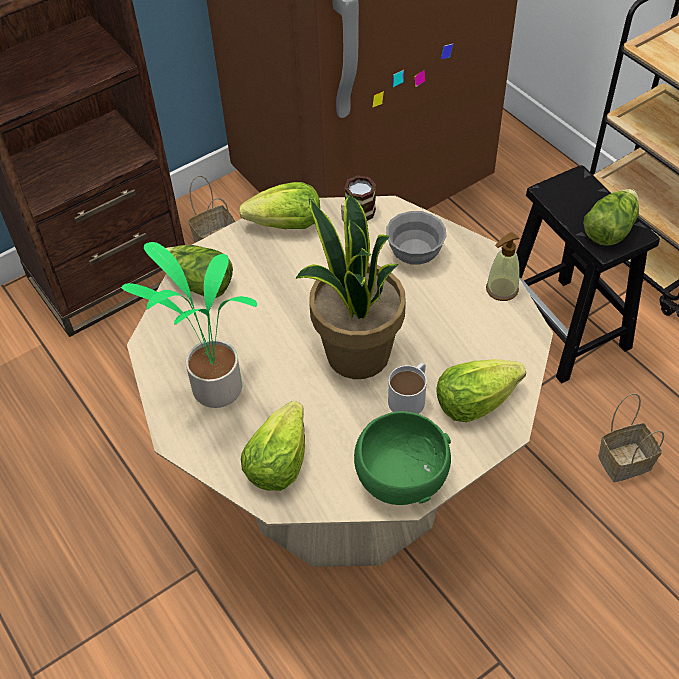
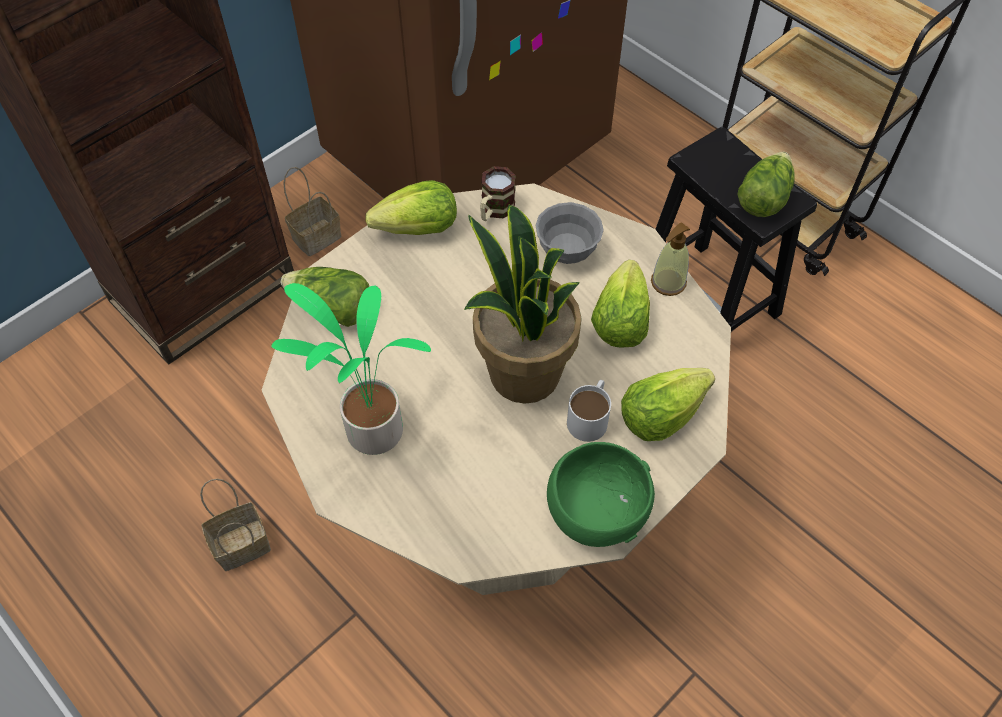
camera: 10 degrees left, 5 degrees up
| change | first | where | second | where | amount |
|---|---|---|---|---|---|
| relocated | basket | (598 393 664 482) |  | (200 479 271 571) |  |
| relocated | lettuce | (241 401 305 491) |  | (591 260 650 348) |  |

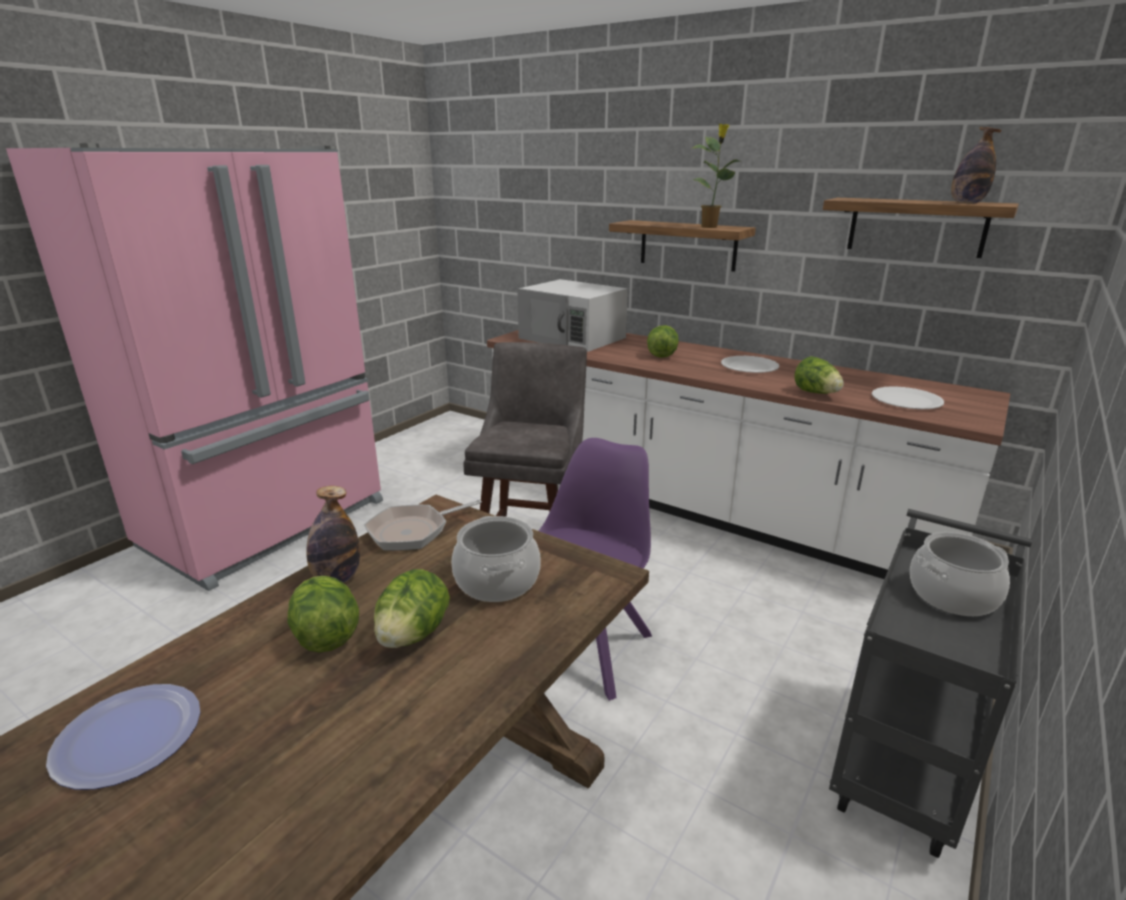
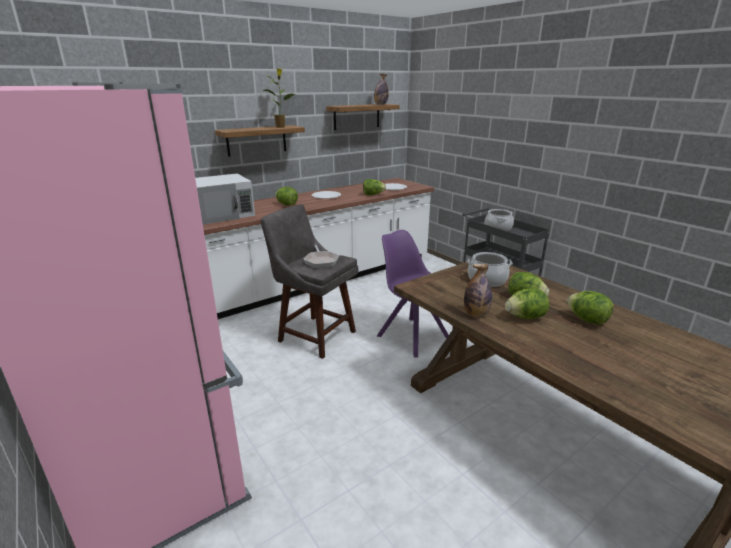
camera: 70 degrees left, 0 degrees up
| change | first | where | second | where | amount |
|---|---|---|---|---|---|
| relocated | frying pan | (364 500 482 551) |  | (304 245 339 268) |  |
| appeared |  |  | lettuce | (567 291 613 325) |  |
| missing | plate | (46 684 200 790) |  |  |  |

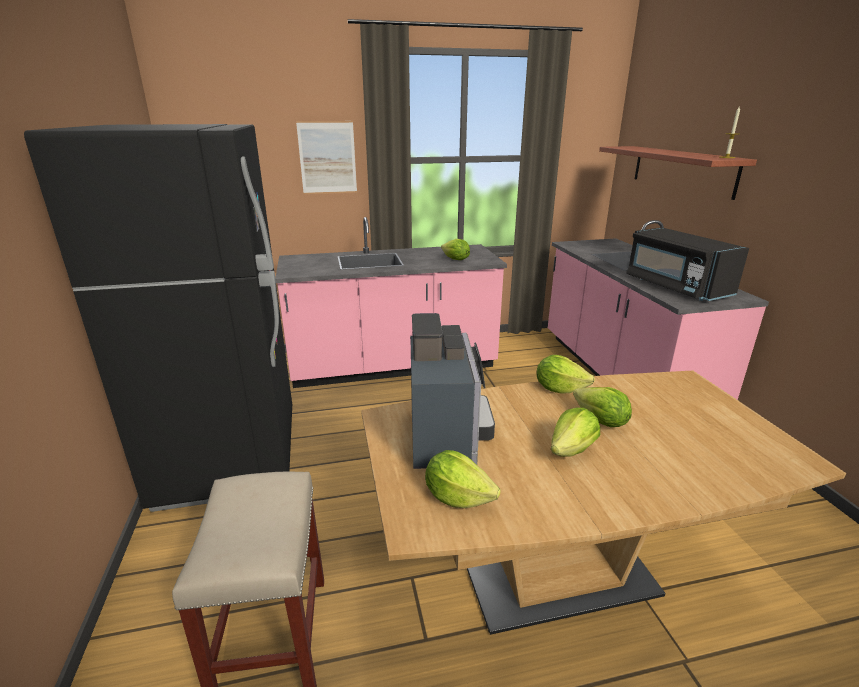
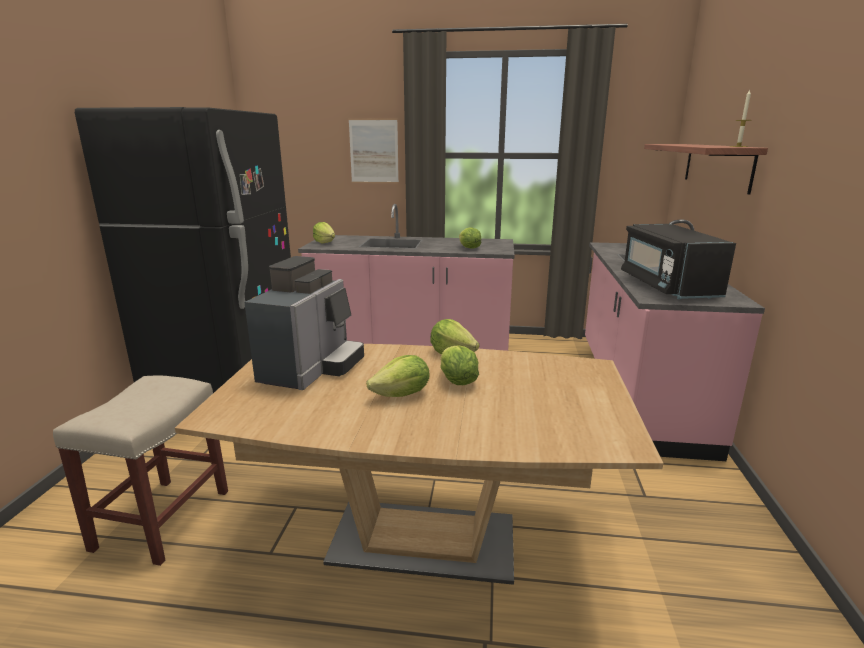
camera: 20 degrees right, 5 degrees down
| change | first | where | second | where | amount |
|---|---|---|---|---|---|
| relocated | lettuce | (425 450 501 508) |  | (313 222 335 243) |  |

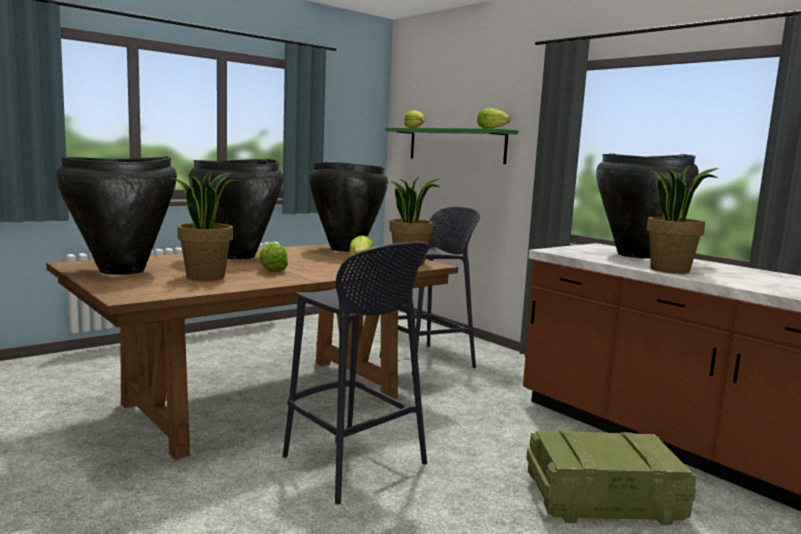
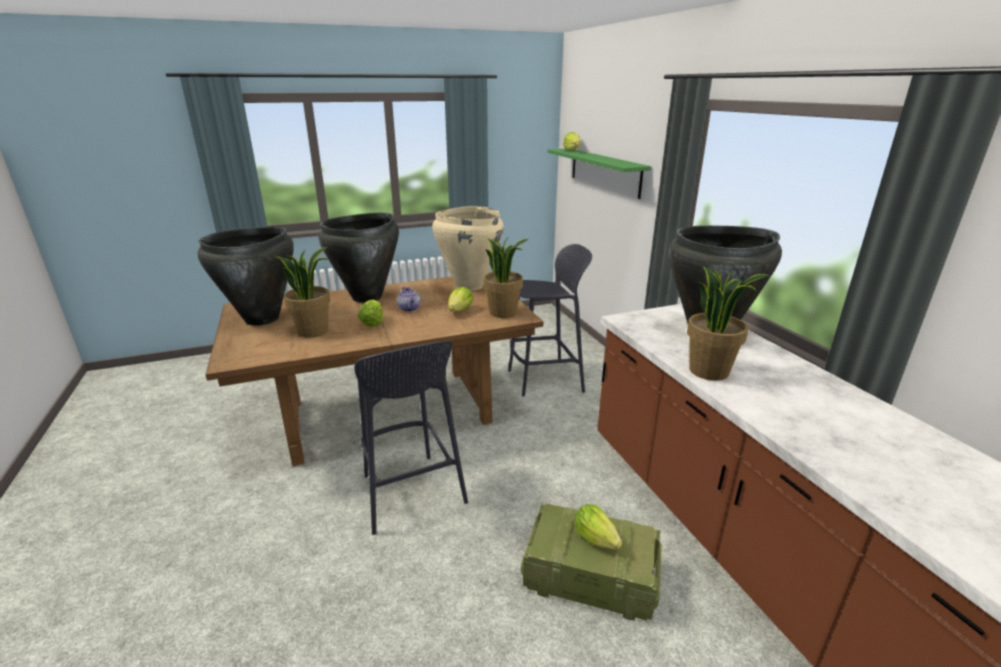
camera: 20 degrees right, 15 degrees up
| change | first | where | second | where | amount |
|---|---|---|---|---|---|
| appeared |  |  | teapot | (397 287 421 312) |  |
| colour | black vase | (309 162 388 252) | beige vase | (432 206 504 291) |  |
| relocated | lettuce | (477 108 510 128) |  | (574 504 622 550) |  |

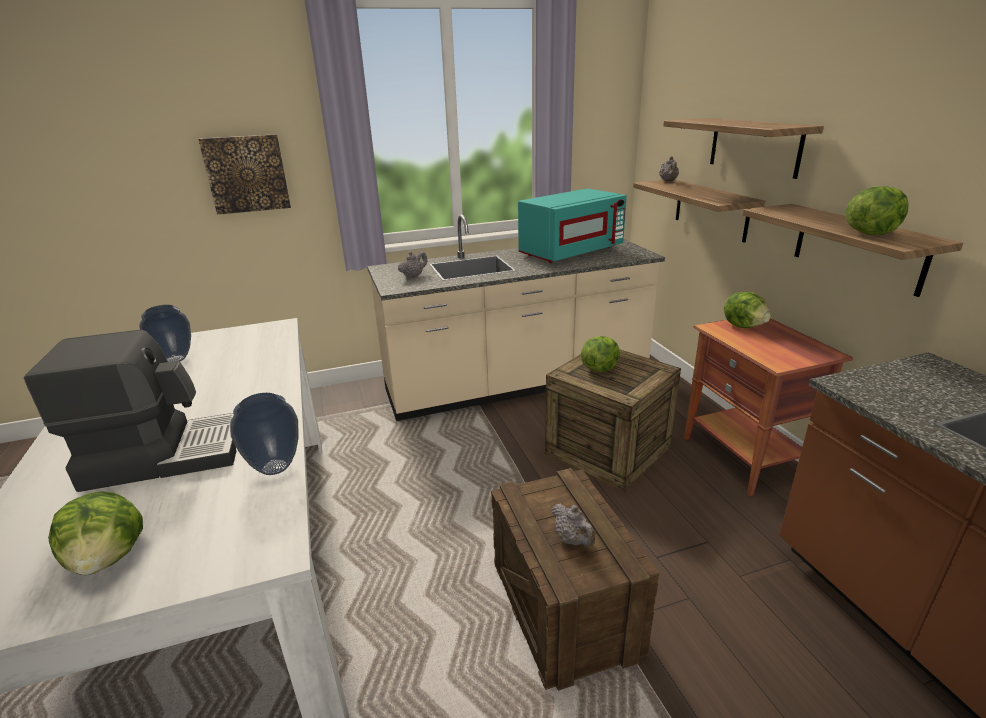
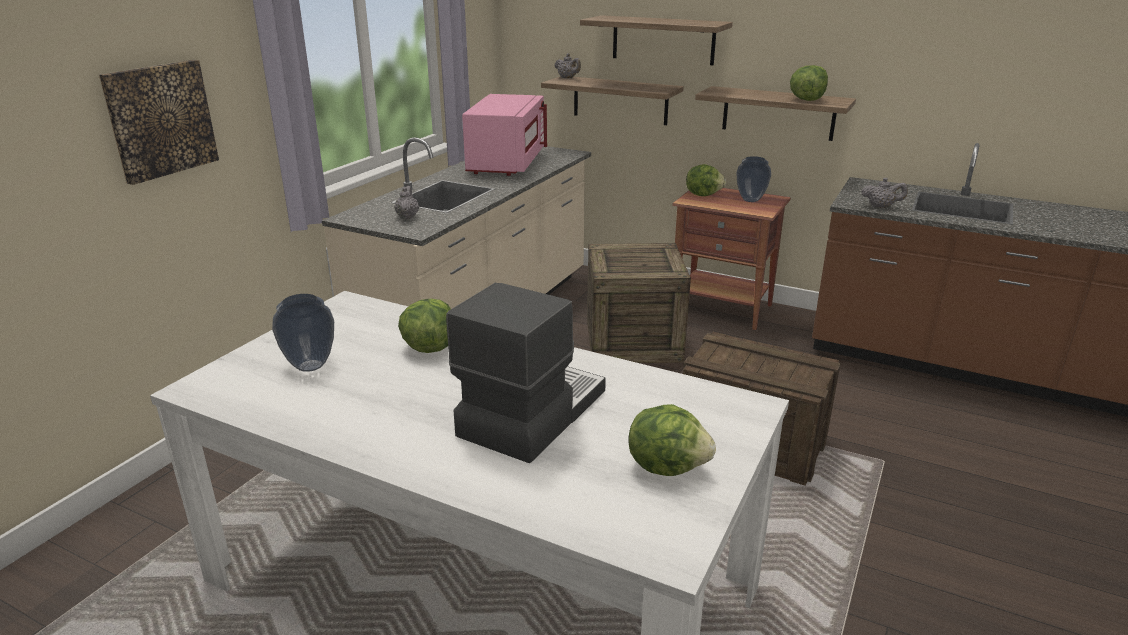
camera: 45 degrees left, 0 degrees up
| change | first | where | second | where | amount |
|---|---|---|---|---|---|
| relocated | lettuce | (581 336 620 372) |  | (398 298 451 353) |  |
| colour | turquoise microwave | (518 189 627 263) | pink microwave | (462 94 547 176) |  |
| relocated | vase | (230 393 299 475) |  | (736 156 771 202) |  |
| relocated | grey teapot | (552 504 595 547) |  | (861 178 908 208) |  |

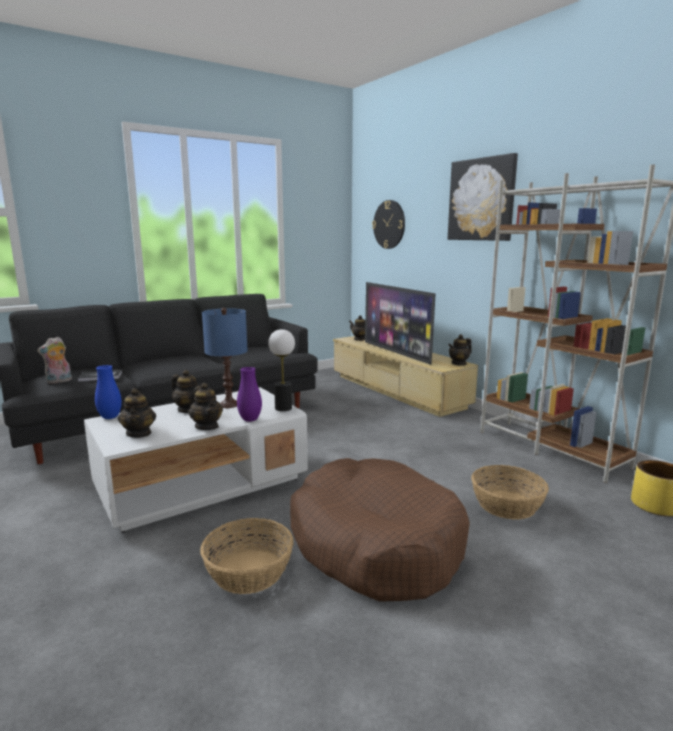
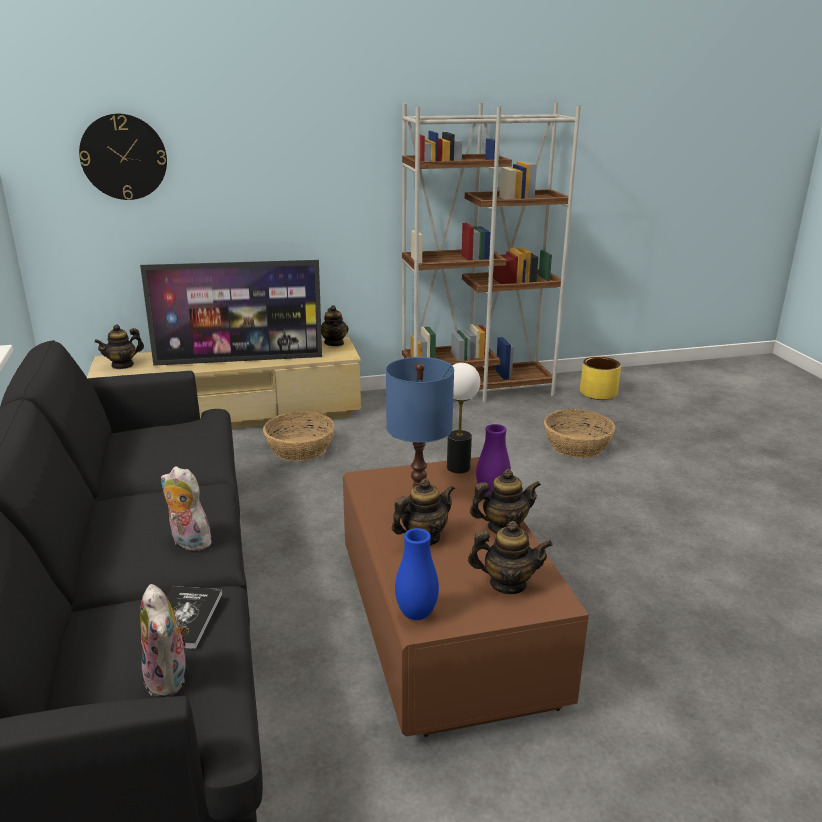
camera: 70 degrees left, 10 degrees up
| change | first | where | second | where | amount |
|---|---|---|---|---|---|
| appeared |  |  | plush toy | (161 466 213 551) |  |
| relocated | basket | (200 518 293 594) |  | (263 411 335 461) |  |
| colour | white coffee table | (84 387 308 533) | brown coffee table | (343 457 589 737) |  |
| missing | brown dog bed | (290 458 470 602) |  |  |  |
| missing | picture | (448 153 518 241) |  |  |  |

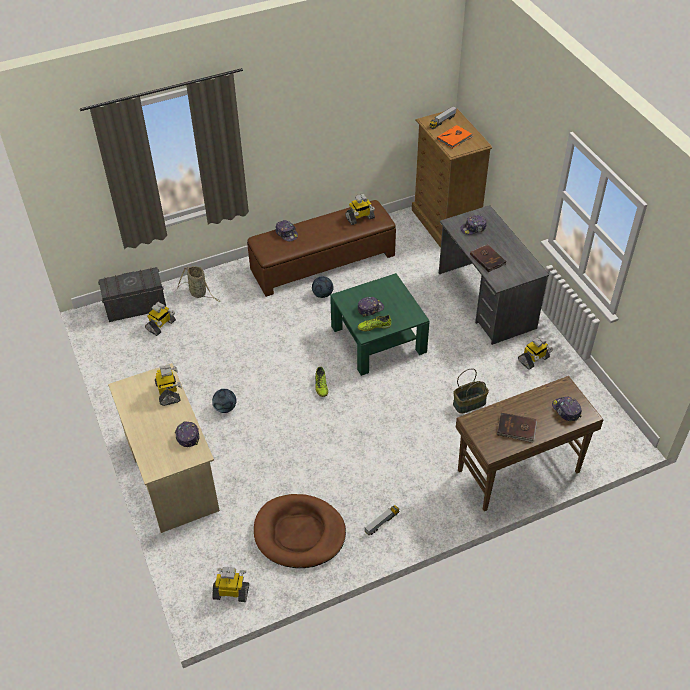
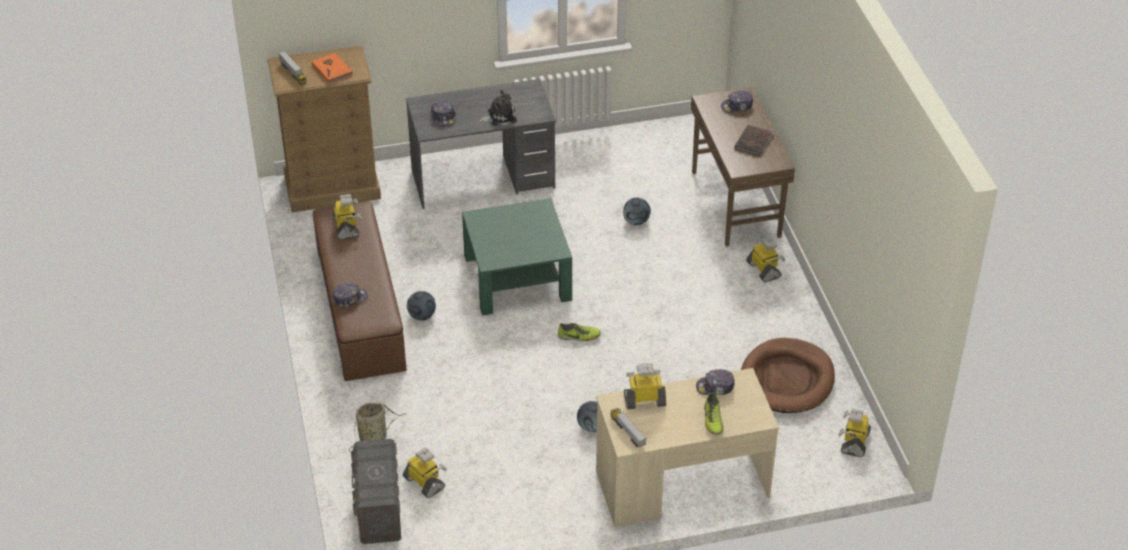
camera: 80 degrees left, 5 degrees down
| change | first | where | second | where | amount |
|---|---|---|---|---|---|
| exchanged | brown book | (470 244 506 272) | plush toy | (478 90 517 125) |  |
| relocated | toy truck | (365 505 399 535) |  | (610 408 646 447) |  |
| exchanged | basket | (453 368 489 414) | football | (623 198 651 225) |  |
| relocated | shoe | (358 315 391 331) |  | (704 393 723 435) |  |
| relocated | toy robot | (518 336 553 370) |  | (746 237 786 283) |  |
| missing | cap | (358 297 384 317) |  |  |  |

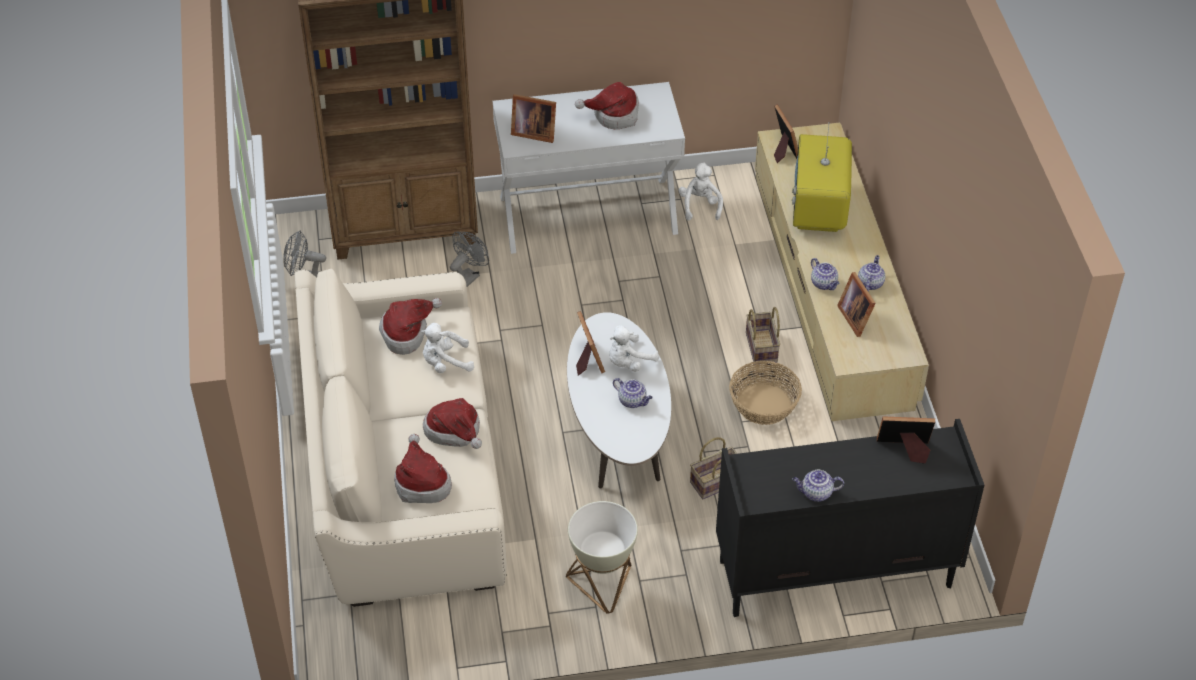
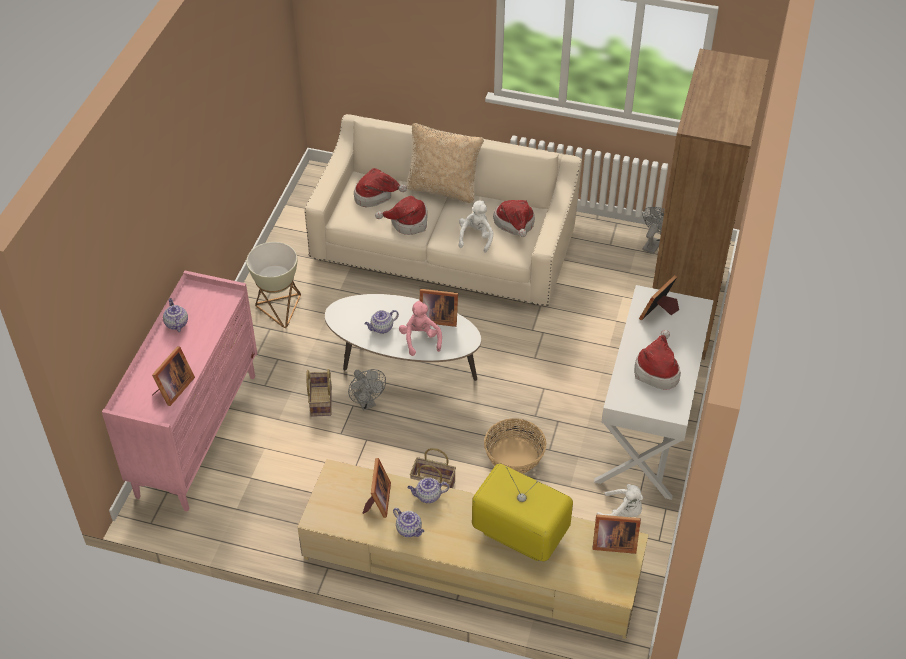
camera: 115 degrees right, 0 degrees up
| change | first | where | second | where | amount |
|---|---|---|---|---|---|
| colour | black cabinet | (716 419 984 617) | pink cabinet | (102 270 257 512) |  |
| spun | teapot | (792 470 844 502) |  | (163 298 188 332) | 45 degrees counterclockwise |
| relocated | grey fan | (450 232 489 287) |  | (348 369 386 411) |  |
| spun | picture frame | (837 272 876 337) |  | (362 458 391 518) | 90 degrees clockwise |
| colour | white plush toy | (609 325 659 372) | pink plush toy | (399 300 442 356) |  |
| appeared |  |  | beige pillow | (407 122 484 203) |  |
| relocated | basket | (729 361 802 425) |  | (484 418 546 474) |  |

